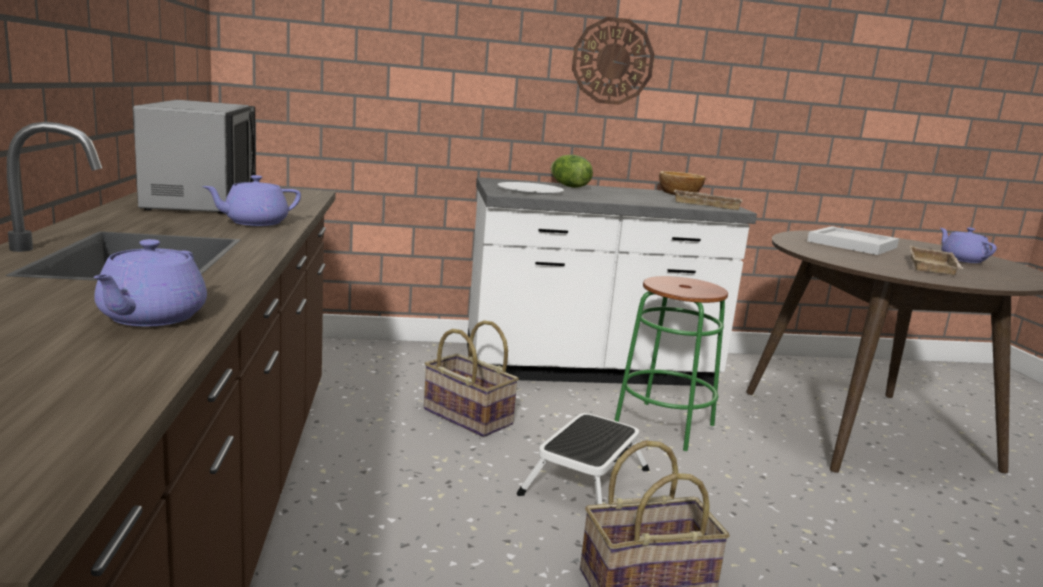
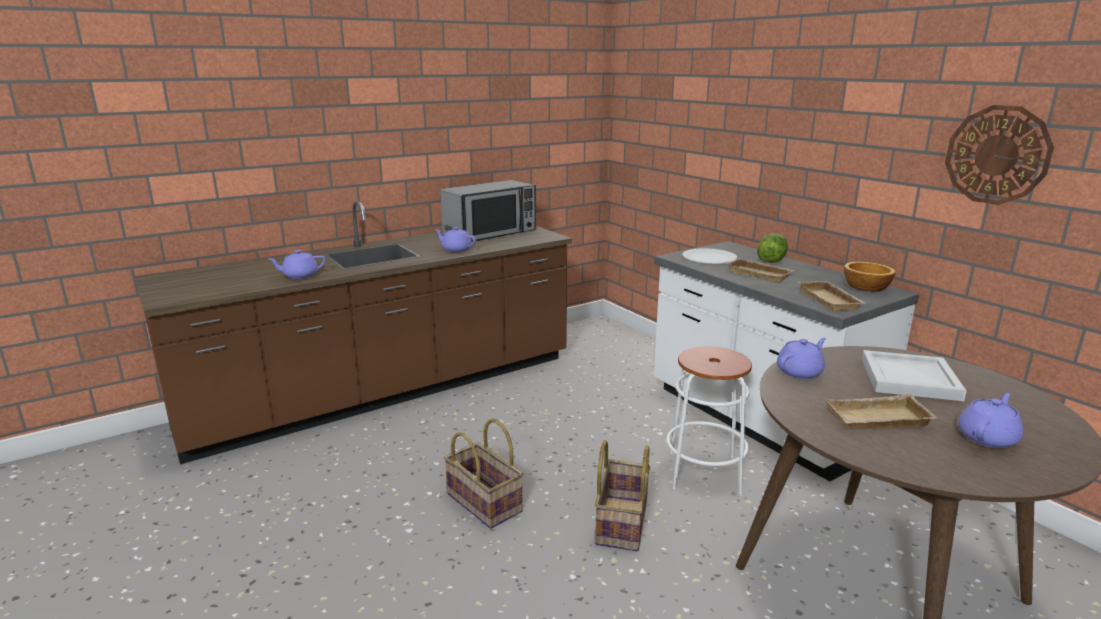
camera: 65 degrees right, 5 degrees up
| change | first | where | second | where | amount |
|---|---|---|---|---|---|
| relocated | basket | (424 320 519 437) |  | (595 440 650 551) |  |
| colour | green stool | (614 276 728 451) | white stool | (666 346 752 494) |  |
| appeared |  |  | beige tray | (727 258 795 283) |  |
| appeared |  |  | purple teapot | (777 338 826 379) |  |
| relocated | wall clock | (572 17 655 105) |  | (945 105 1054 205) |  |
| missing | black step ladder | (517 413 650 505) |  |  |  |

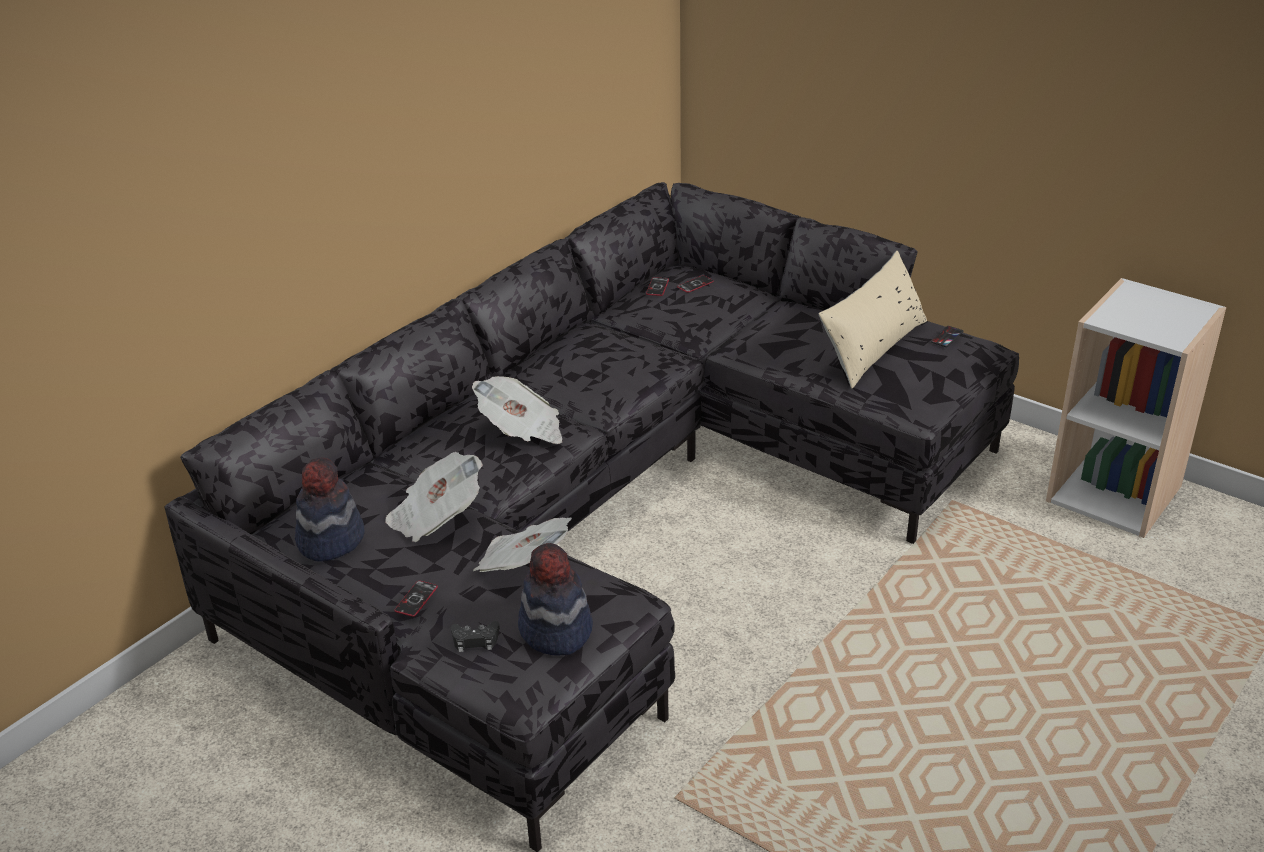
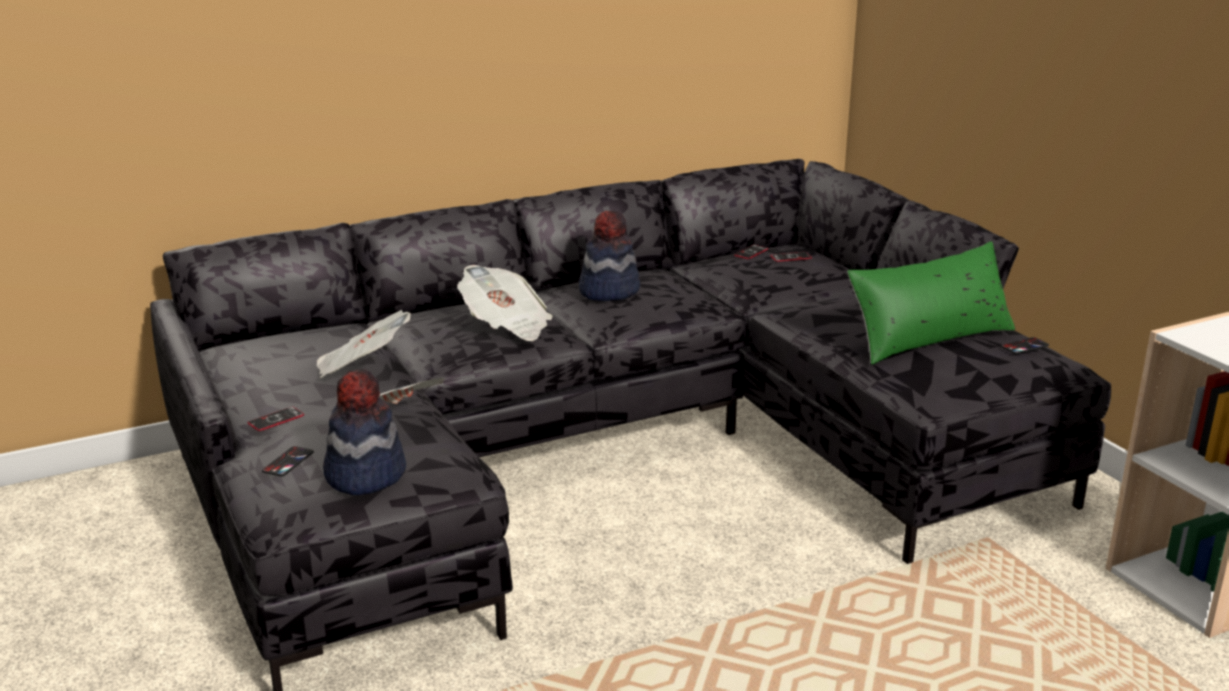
camera: 25 degrees right, 10 degrees down
| change | first | where | second | where | amount |
|---|---|---|---|---|---|
| exchanged | black game controller | (451 621 500 652) | phone | (262 446 314 477) |  |
| relocated | hat | (295 458 365 562) |  | (579 211 640 301) |  |
| colour | beige pillow | (819 251 927 388) | green pillow | (847 241 1015 365) |  |

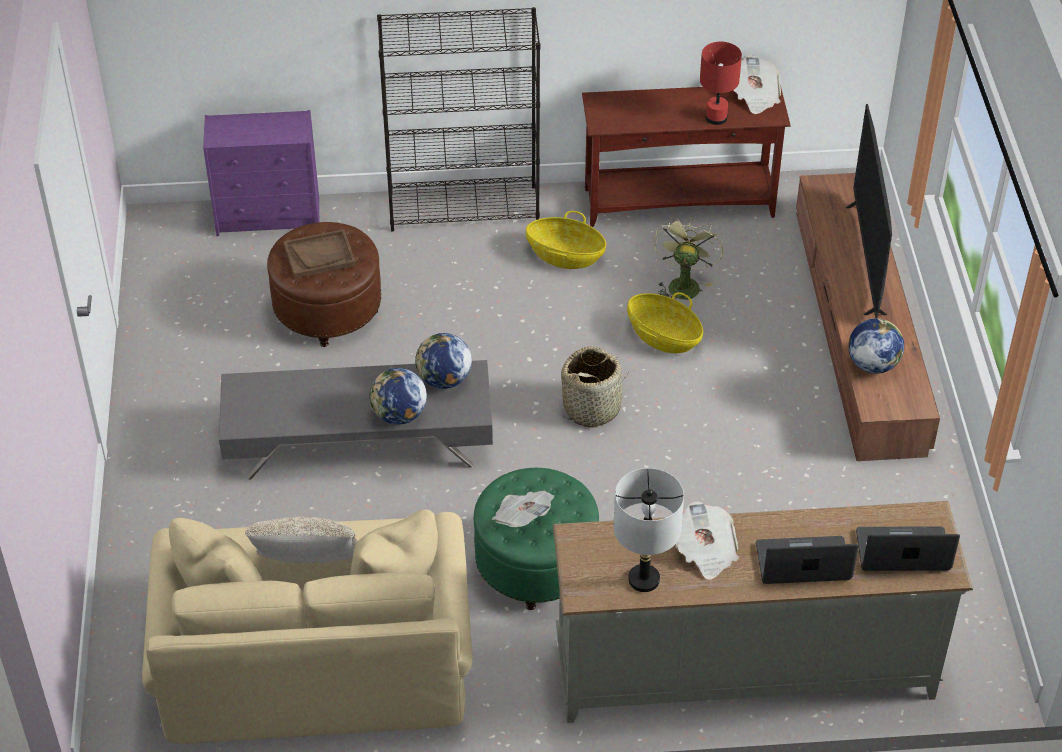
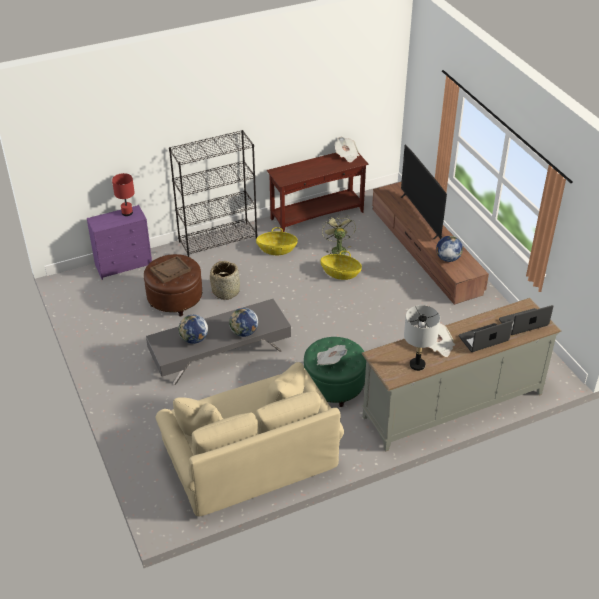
camera: 20 degrees left, 5 degrees down
| change | first | where | second | where | amount |
|---|---|---|---|---|---|
| relocated | red table lamp | (700 42 742 125) |  | (112 173 135 216) |  |
| relocated | globe | (415 333 472 389) |  | (178 315 208 344) |  |
| relocated | basket | (561 346 629 428) |  | (210 261 240 300) |  |
| missing | beige pillow | (245 517 358 563) |  |  |  |

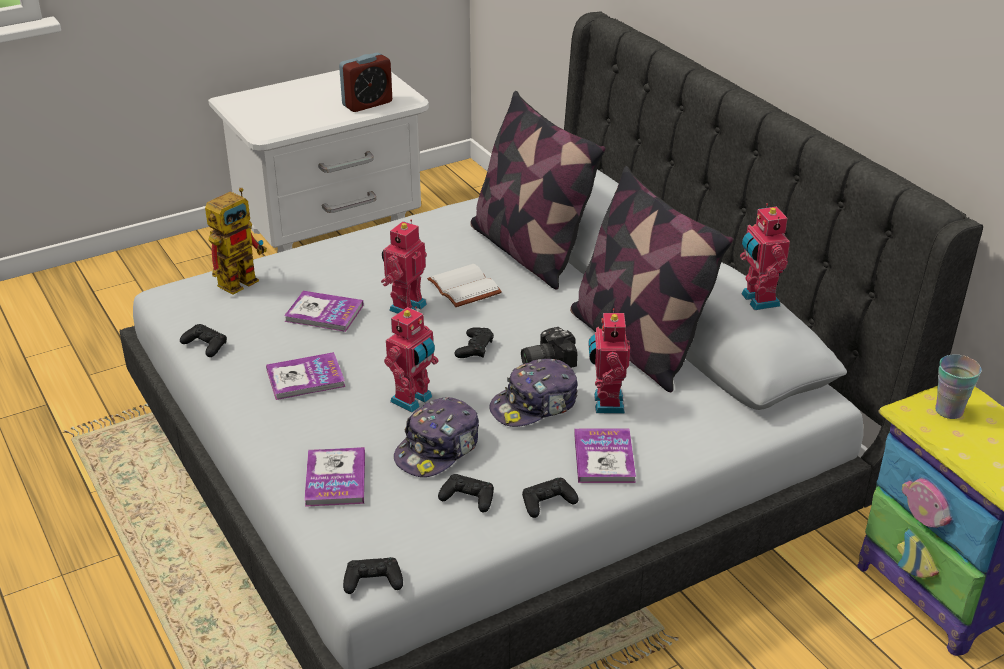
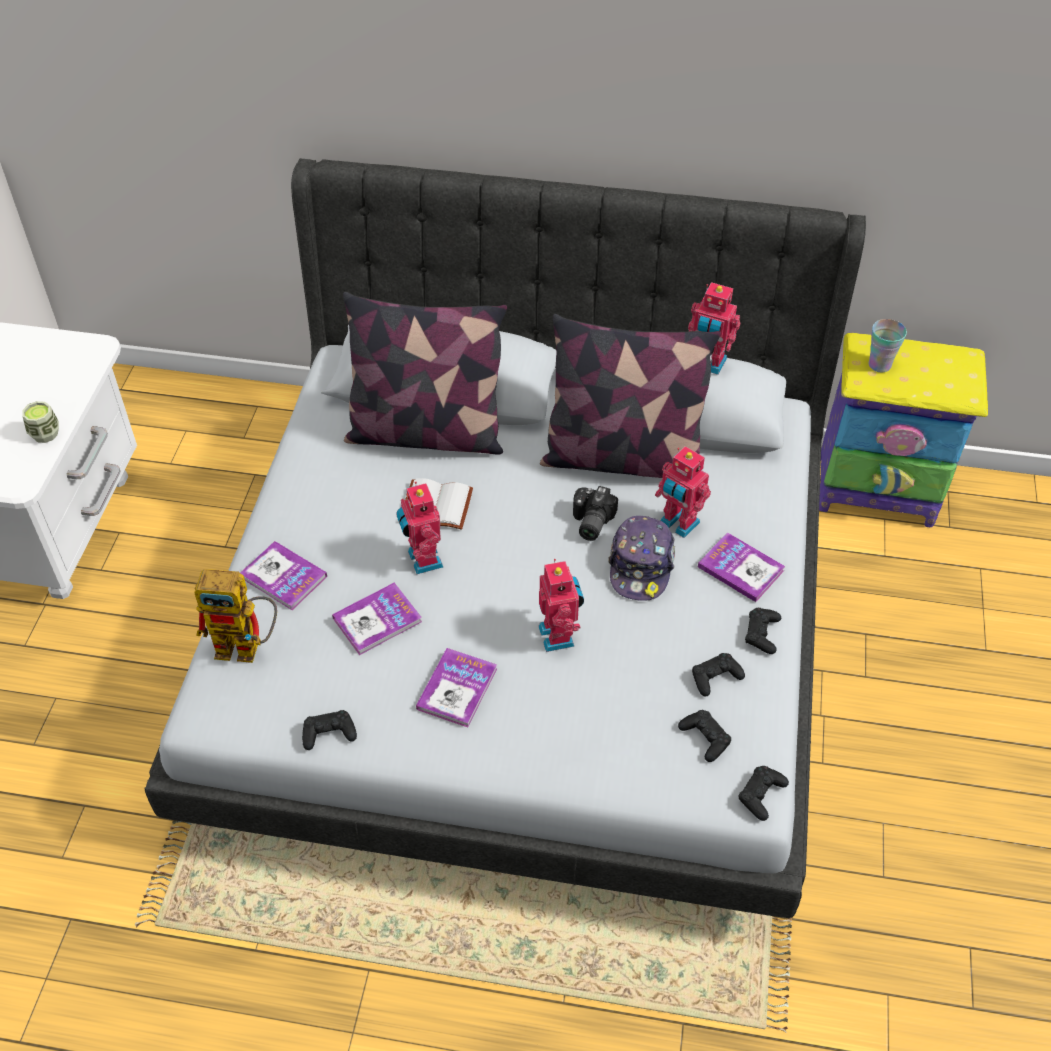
camera: 50 degrees left, 15 degrees up
| change | first | where | second | where | amount |
|---|---|---|---|---|---|
| appeared |  |  | cup | (22 401 59 443) |  |
| spun | toy robot | (205 188 267 295) |  | (194 569 277 663) | 105 degrees clockwise |
| relocated | book | (304 447 365 507) |  | (240 541 327 610) |  |
| relocated | black game controller | (454 327 494 358) |  | (678 710 731 762) |  |
| missing | alarm clock | (339 53 392 112) |  |  |  |
| missing | cap | (394 397 479 477) |  |  |  |

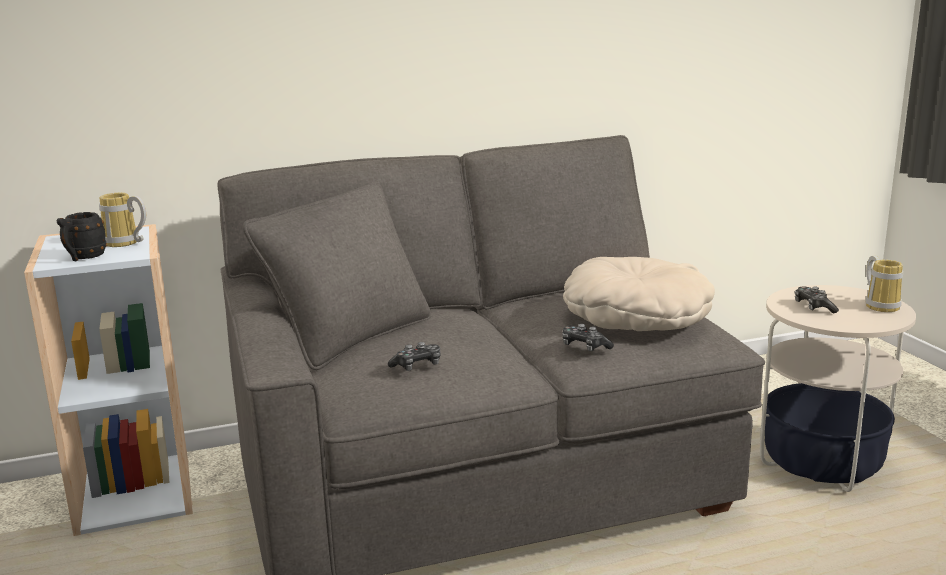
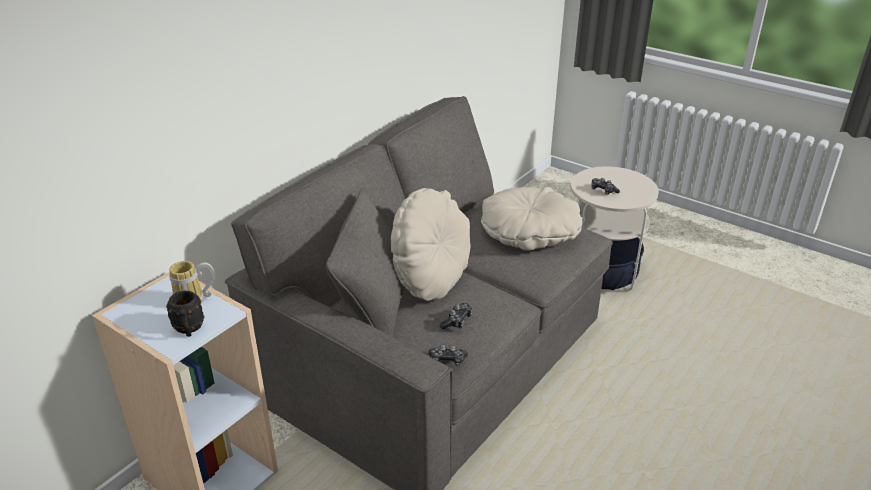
camera: 35 degrees left, 15 degrees up
| change | first | where | second | where | amount |
|---|---|---|---|---|---|
| appeared |  |  | beige pillow | (391 188 470 301) |  |
| relocated | game controller | (562 324 614 351) |  | (428 344 468 366) |  |
| missing | mug | (865 256 903 312) |  |  |  |

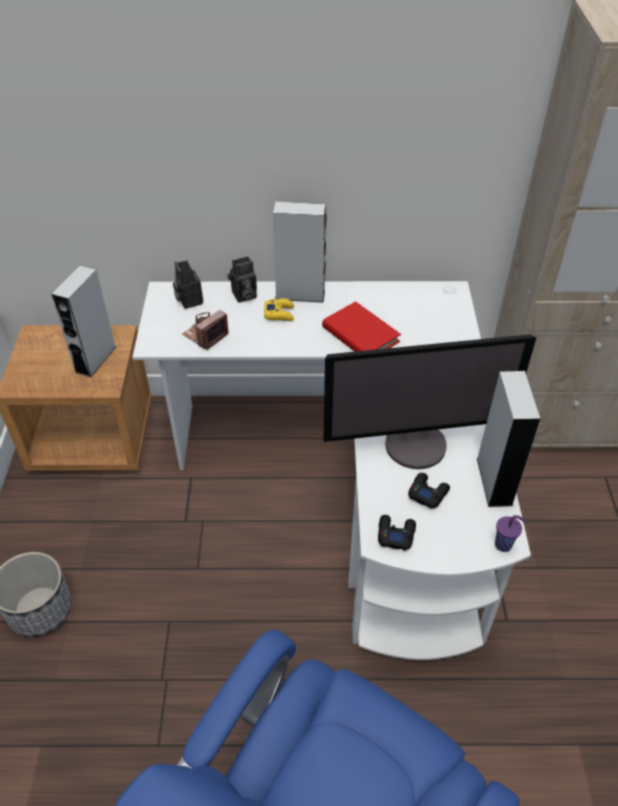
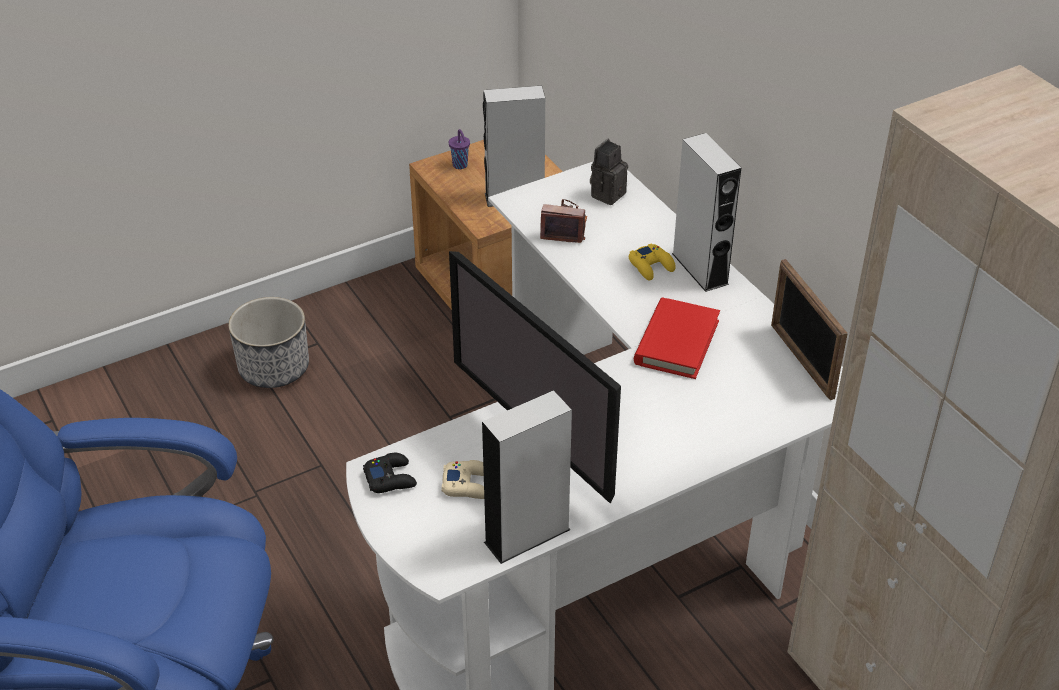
camera: 60 degrees right, 5 degrees down
| change | first | where | second | where | amount |
|---|---|---|---|---|---|
| colour | black game controller | (408 473 450 509) | beige game controller | (442 460 484 499) |  |
| relocated | purple cup | (495 515 526 552) |  | (449 129 470 169) |  |
| appeared |  |  | picture frame | (771 259 848 400) |  |
| missing | photo camera | (227 256 257 303) |  |  |  |

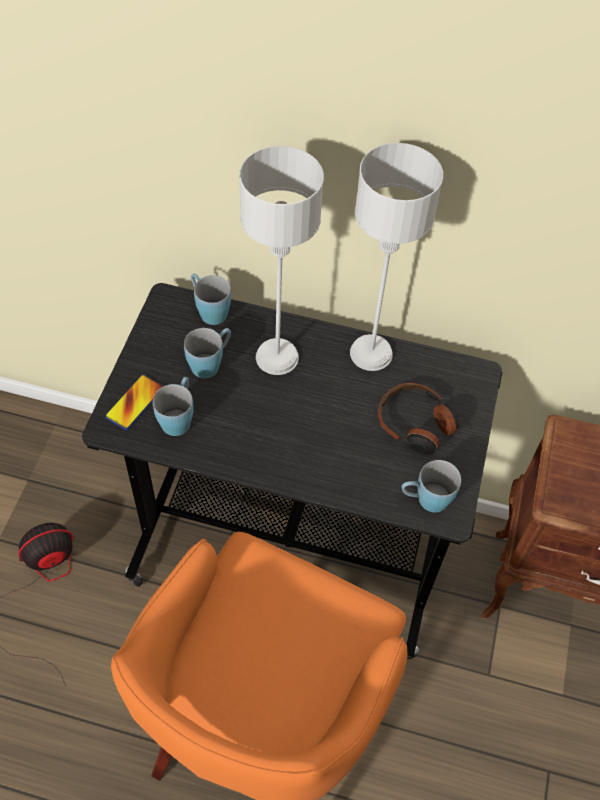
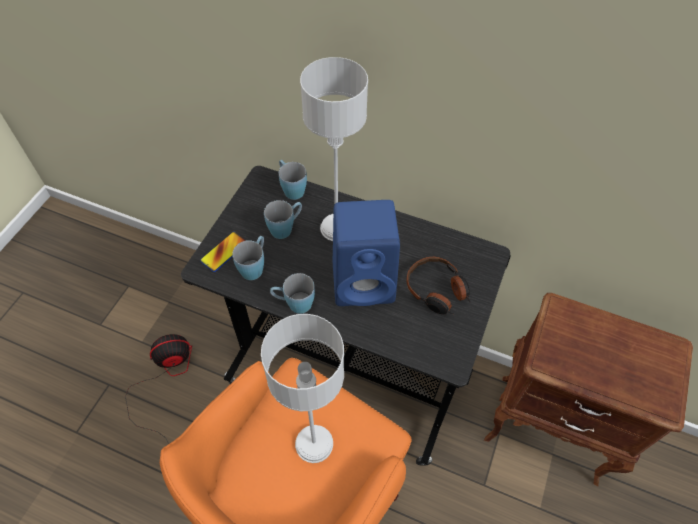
camera: 10 degrees right, 0 degrees up
| change | first | where | second | where | amount |
|---|---|---|---|---|---|
| relocated | grey table lamp | (350 143 443 371) |  | (261 314 344 463) |  |
| relocated | blue mug | (402 460 461 512) |  | (270 273 315 314) |  |
| appeared |  |  | blue speaker | (333 200 400 306) |  |

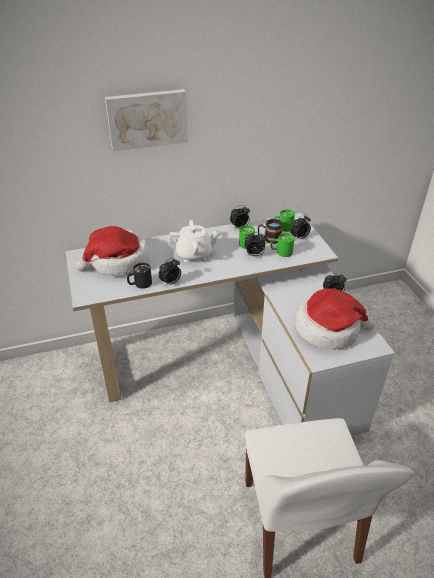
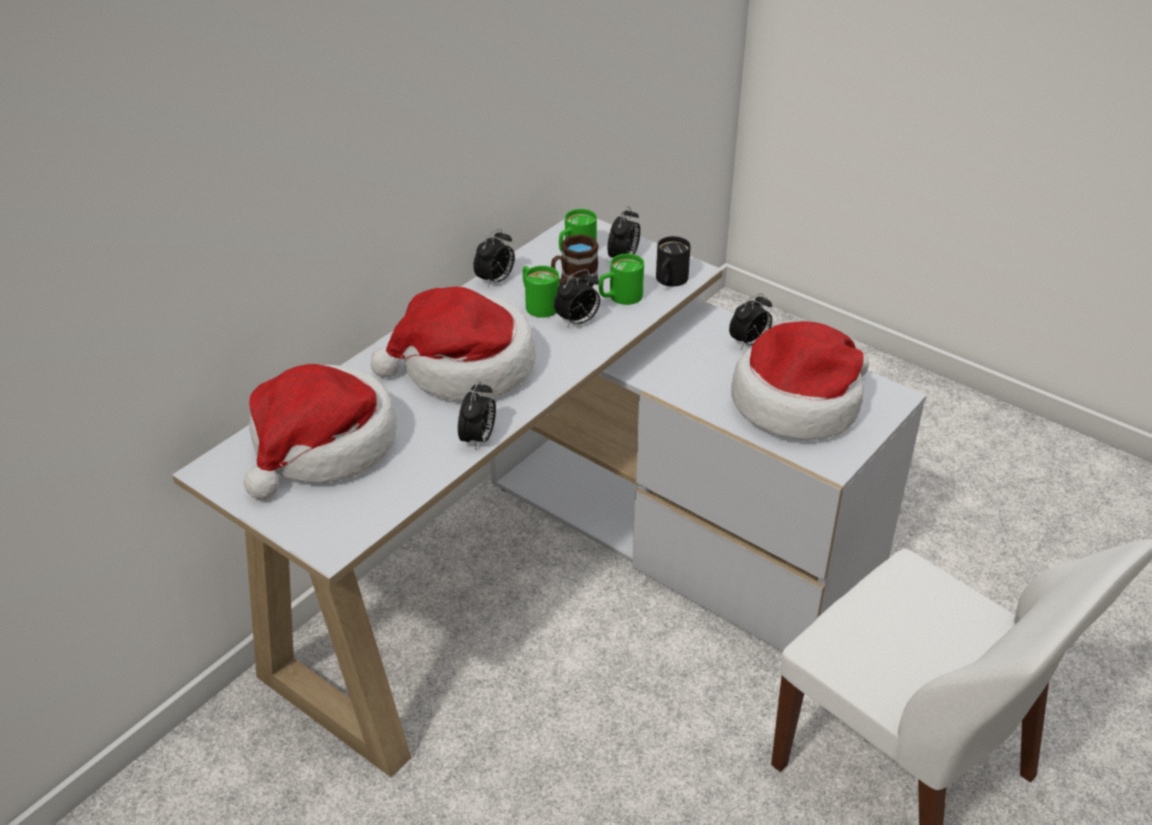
camera: 35 degrees left, 0 degrees up
| change | first | where | second | where | amount |
|---|---|---|---|---|---|
| exchanged | white teapot | (168 220 220 262) | hat | (370 286 536 401) |  |
| relocated | black mug | (127 263 152 289) |  | (656 236 691 287) |  |
| missing | picture | (105 89 188 151) |  |  |  |

